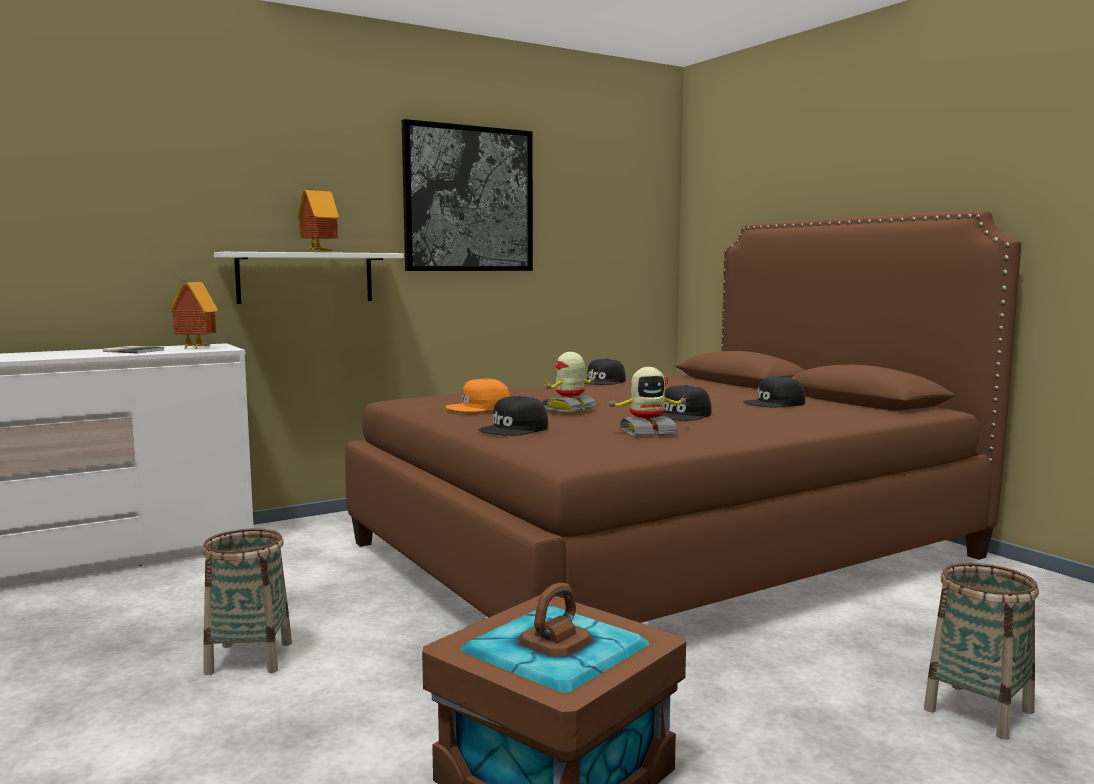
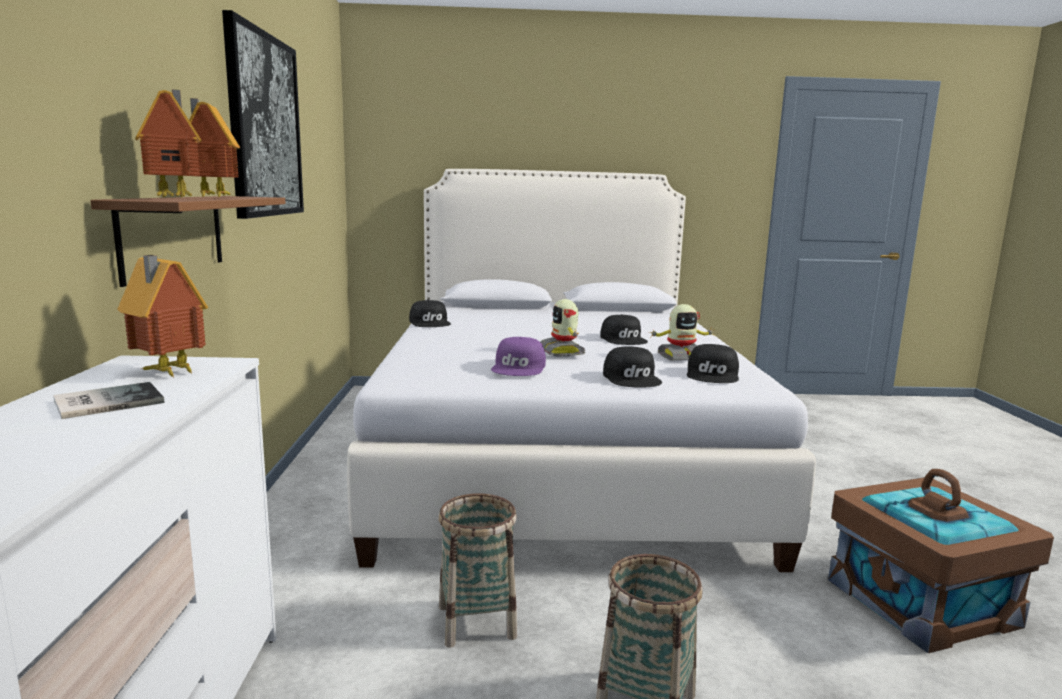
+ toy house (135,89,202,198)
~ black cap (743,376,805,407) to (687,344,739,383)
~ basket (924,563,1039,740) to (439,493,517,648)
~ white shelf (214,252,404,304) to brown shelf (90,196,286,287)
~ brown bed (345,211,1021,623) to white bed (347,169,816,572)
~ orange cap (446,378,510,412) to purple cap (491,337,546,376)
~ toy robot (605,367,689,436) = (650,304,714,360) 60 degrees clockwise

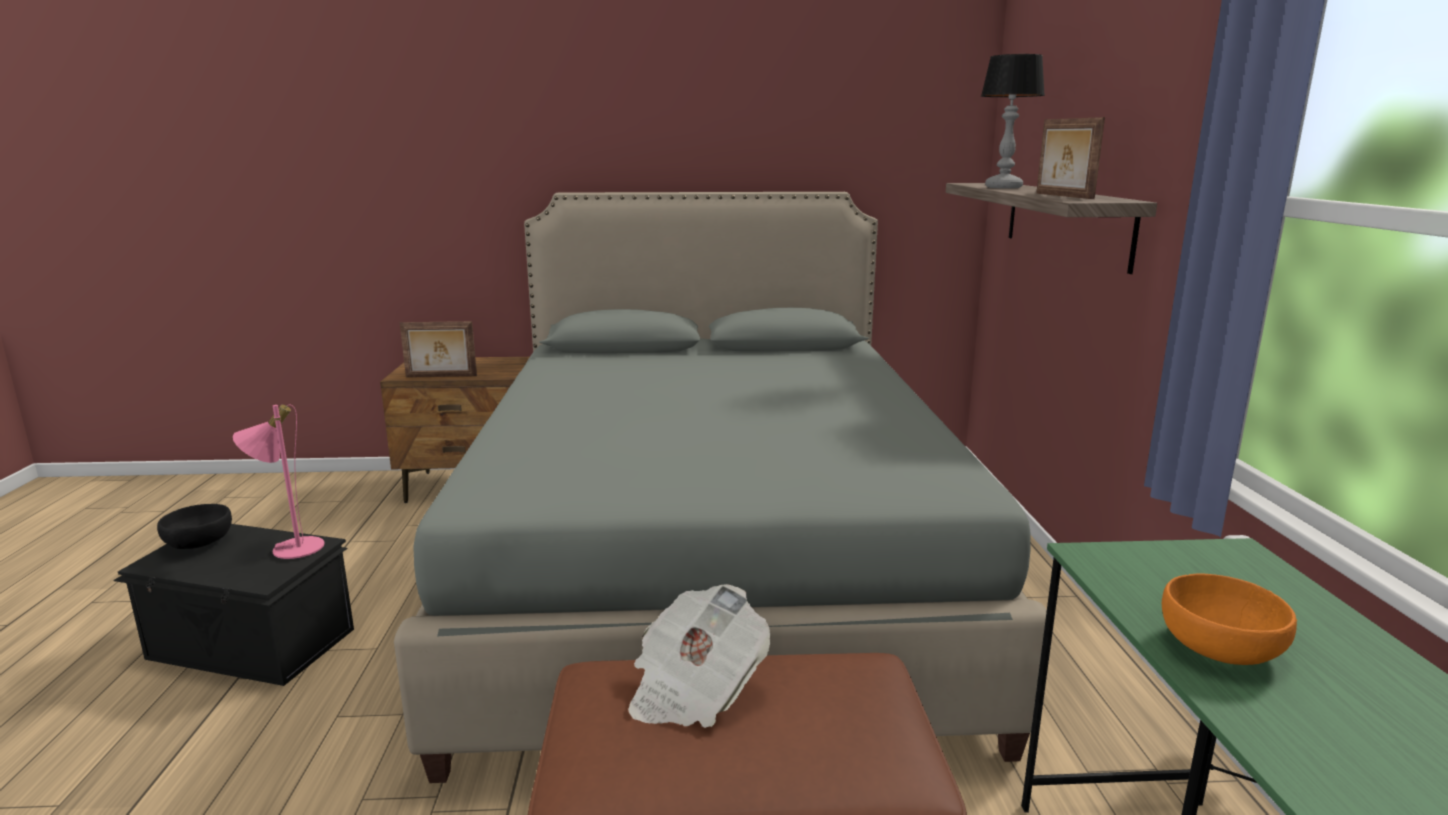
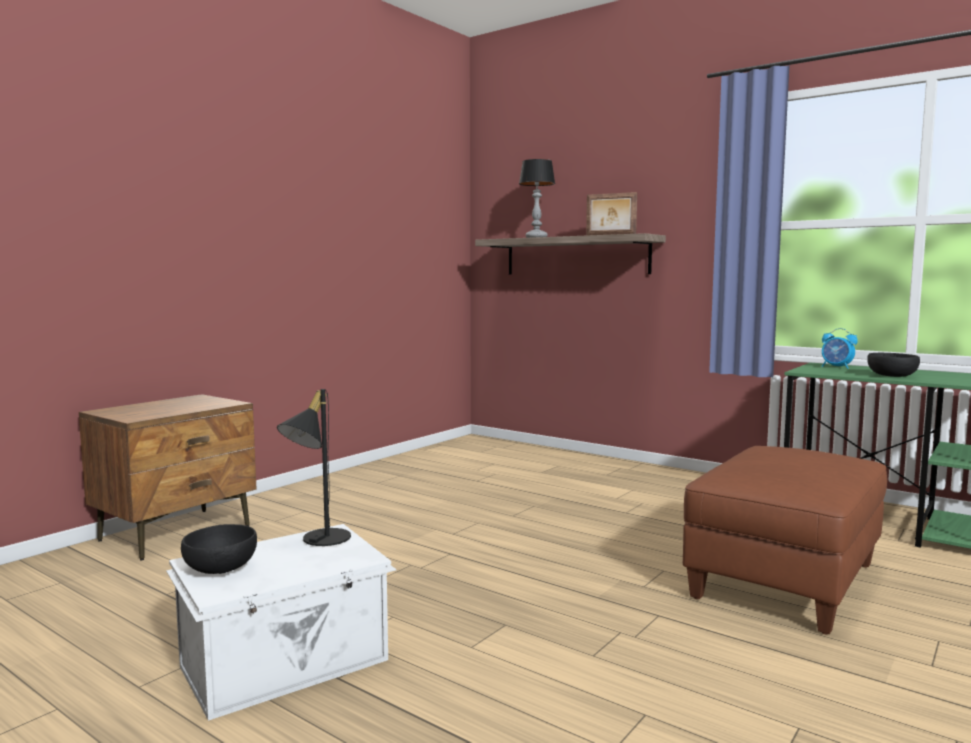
- grey bed (394,192,1047,783)
- picture frame (400,321,477,378)
- newspaper (628,584,770,728)
+ alarm clock (822,328,858,369)
~ black storage box (113,524,354,686) to white storage box (166,524,396,721)
~ pink table lamp (233,405,324,559) to black table lamp (277,389,351,546)
~ orange bowl (1162,574,1297,665) to black bowl (867,353,920,377)

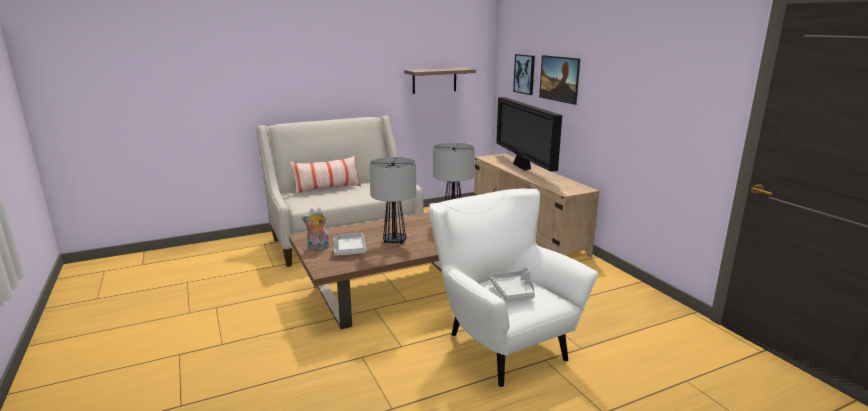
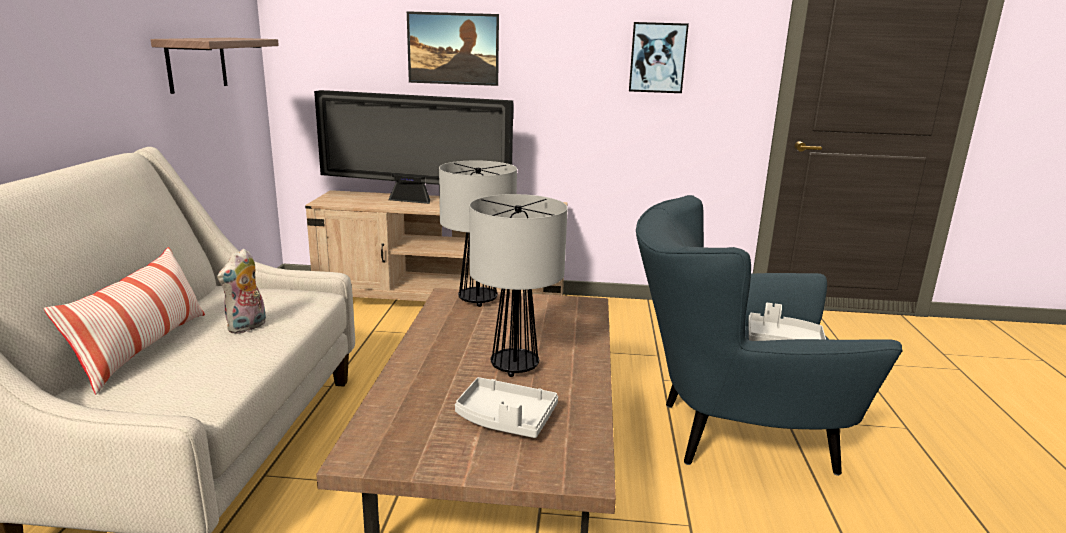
~ plush toy (301,207,330,250) to (217,249,266,334)
~ picture (513,54,535,95) to (629,22,689,93)
~ white armchair (429,188,598,388) to blue armchair (636,195,903,476)

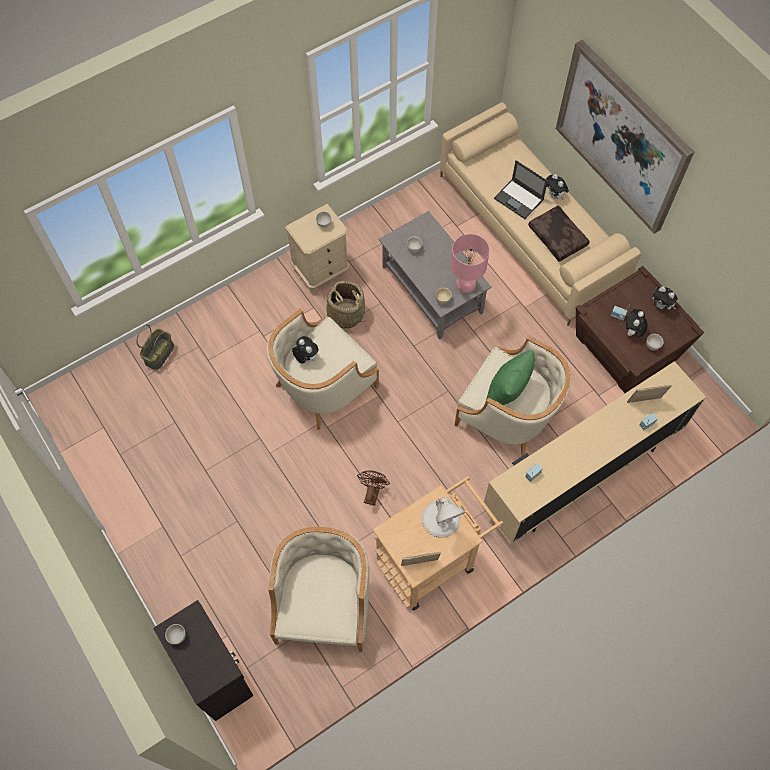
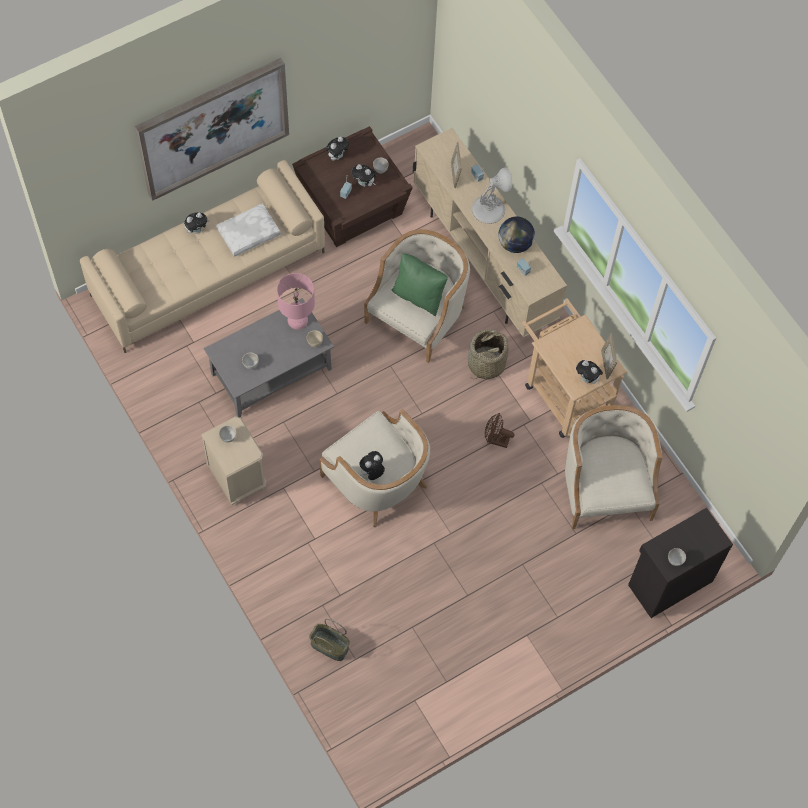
- laptop (494,160,548,219)
+ globe (498,217,535,253)
+ plush toy (576,360,603,384)
~ basket (323,281,365,328) to (468,329,508,379)
~ white table lamp (422,497,465,538) to (472,167,512,224)
~ brown pillow (528,205,590,262) to white pillow (216,203,281,257)
~ beige armchair (268,527,369,652) = (565,405,662,529) 75 degrees clockwise

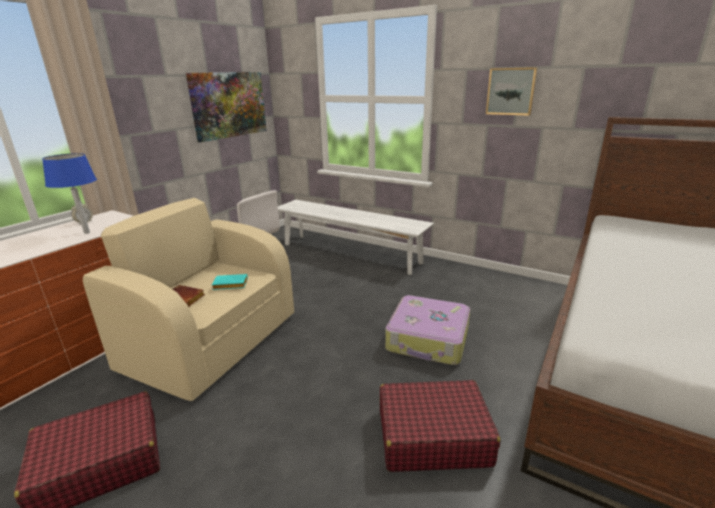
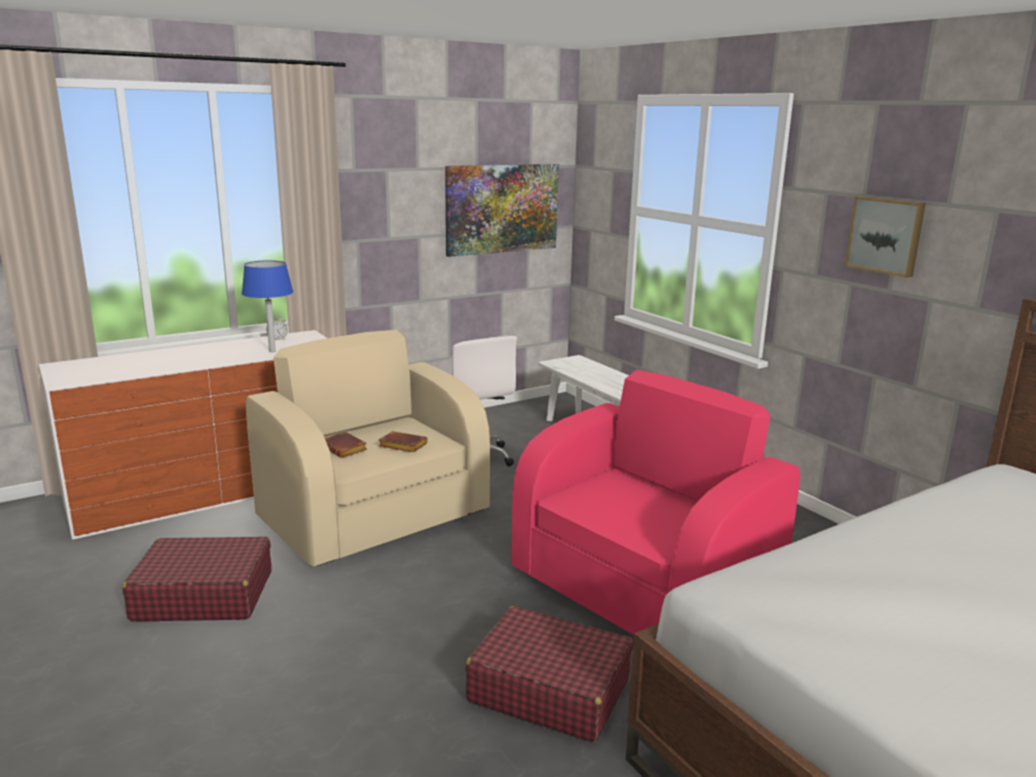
~ suitcase (385,295,470,365) to pink armchair (511,370,800,635)
~ turquoise book (212,274,248,290) to brown book (379,431,428,452)

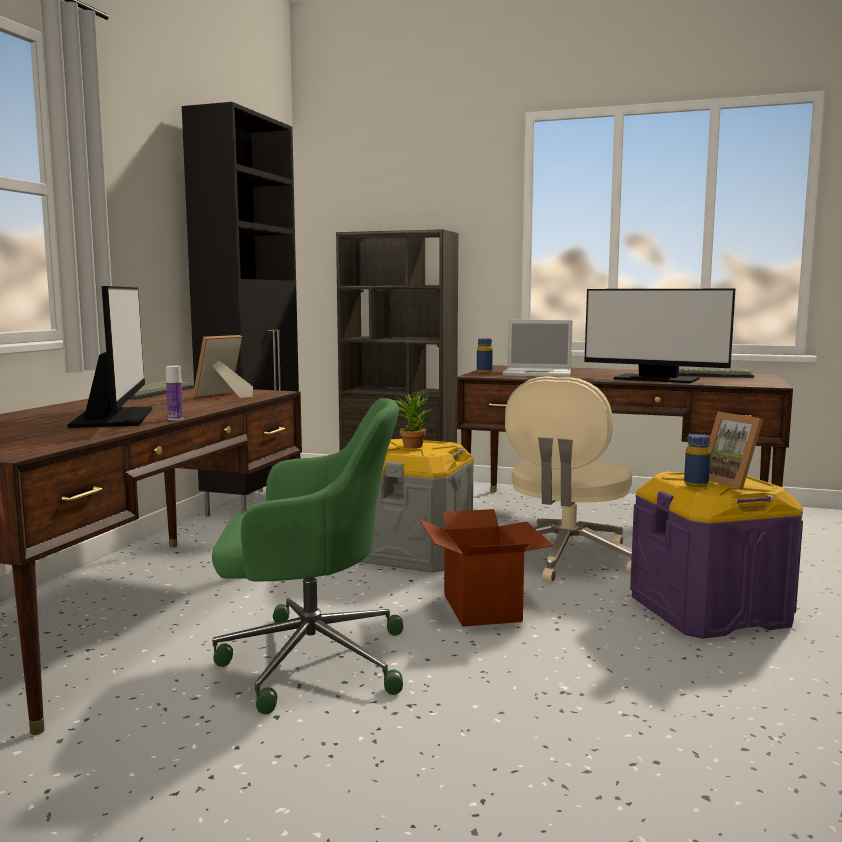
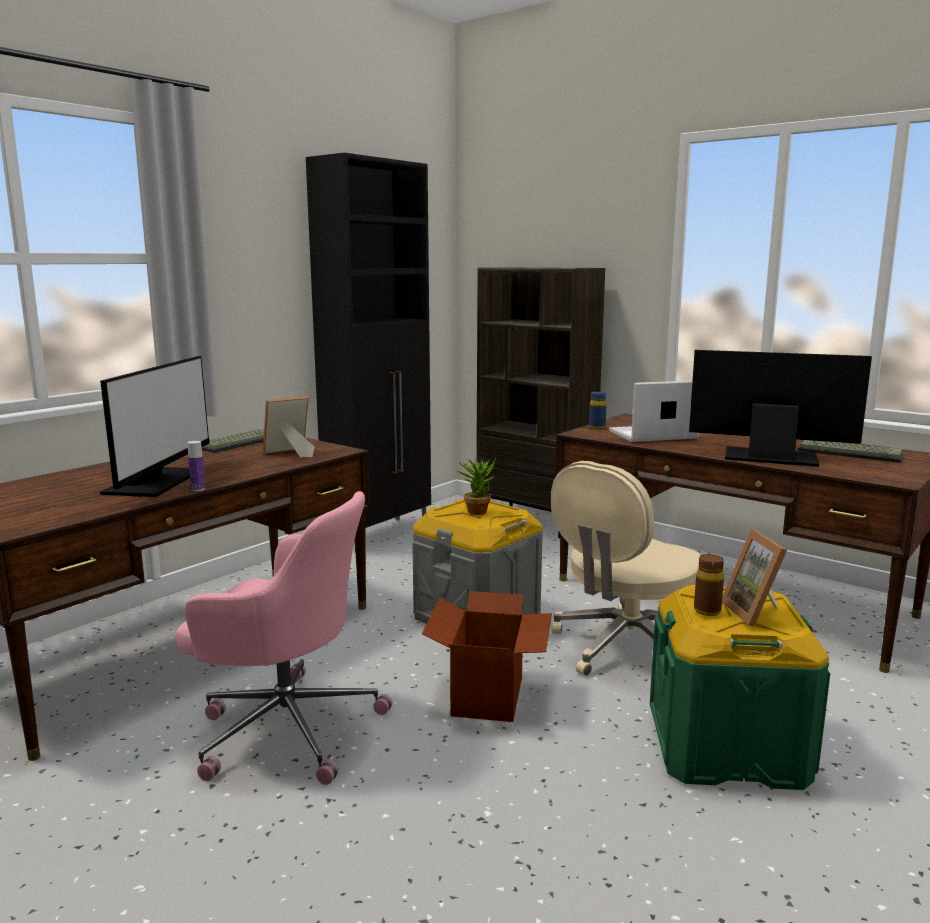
~ green office chair (212,398,403,714) to pink office chair (176,491,392,785)
~ purple storage box (630,471,803,639) to green storage box (650,585,830,790)
~ blue bottle (684,434,710,487) to brown bottle (694,554,724,616)
~ laptop (502,320,572,377) = (609,381,700,442) 135 degrees clockwise
~ monitor (584,289,735,383) = (689,350,872,467) 150 degrees clockwise

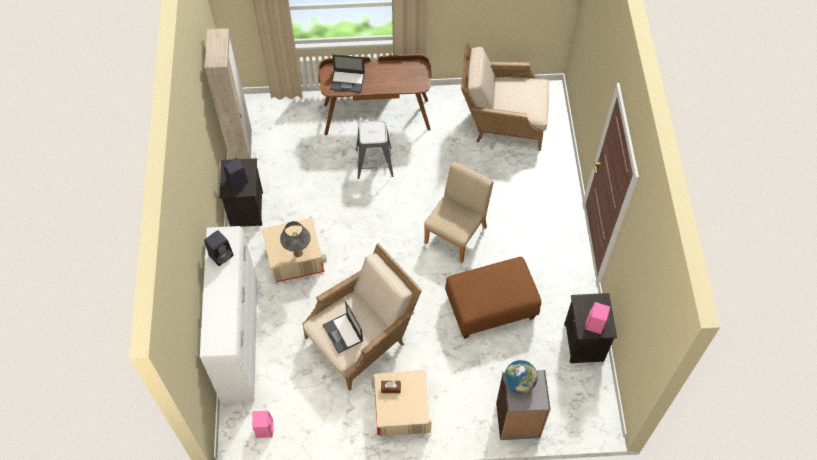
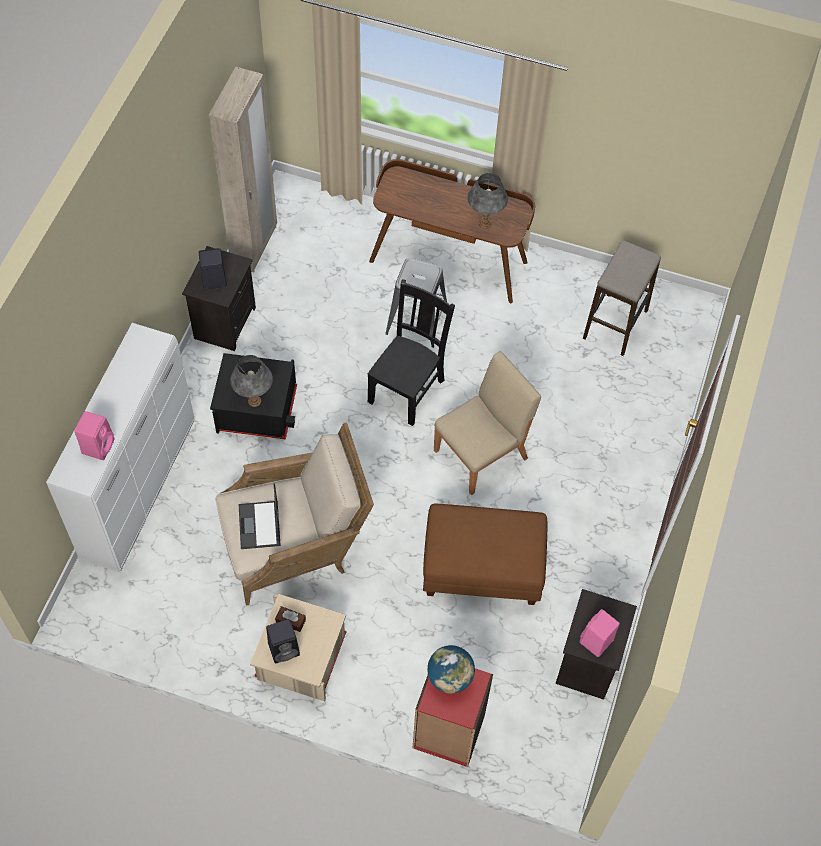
- laptop (330,54,365,93)
+ black chair (367,279,455,426)
+ grey table lamp (467,173,508,229)
~ black speaker (204,230,233,266) to (266,619,300,663)
~ pink speaker (252,411,273,438) to (74,411,114,460)
~ beige armchair (461,41,549,151) to stool (583,240,661,356)
~ beige storage box (262,216,327,284) to black storage box (210,353,297,440)
~ grey bookcase (496,370,551,440) to red bookcase (413,668,493,767)

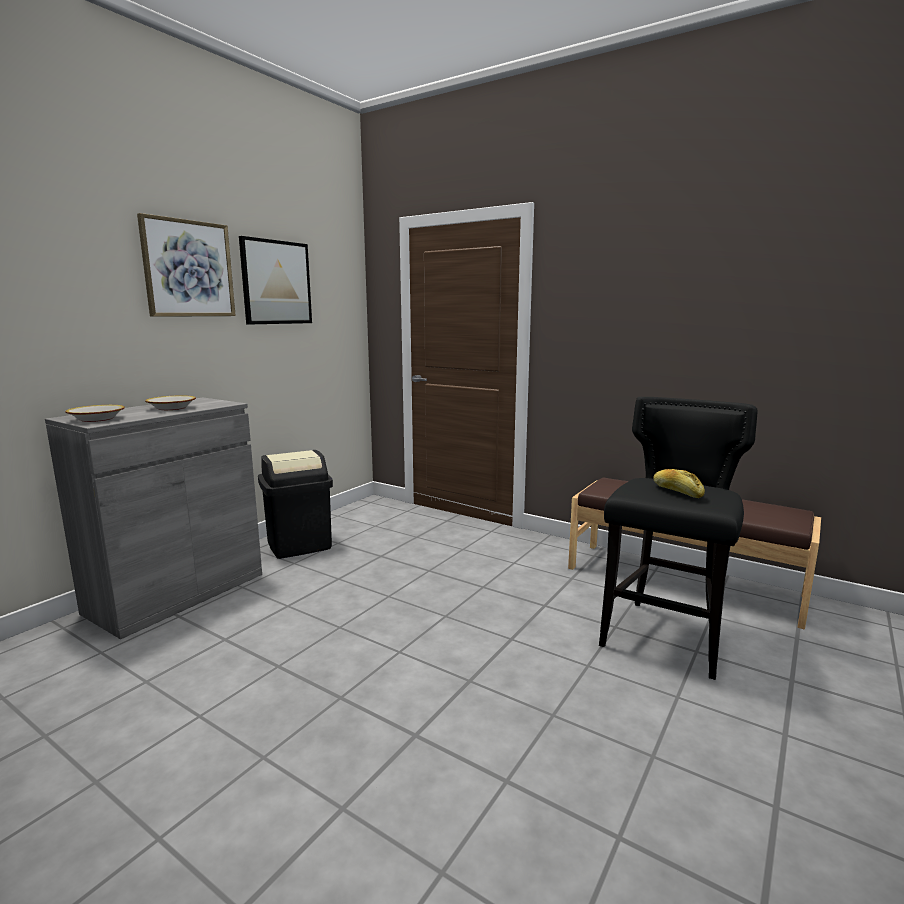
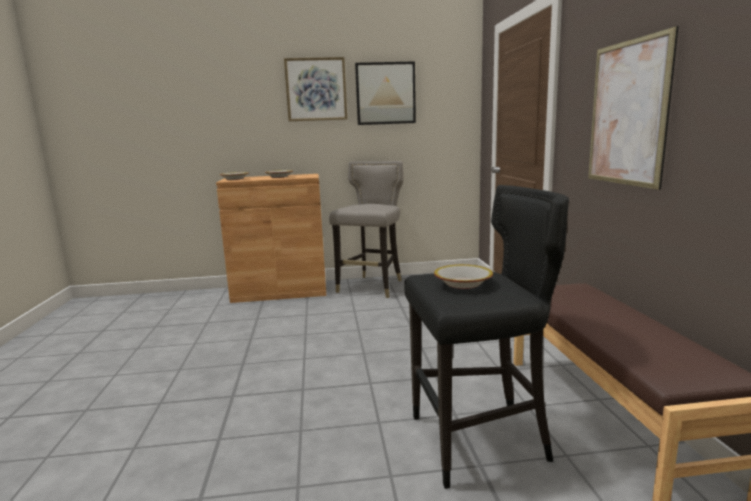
+ picture (588,26,679,190)
~ black trash can (258,450,333,559) to grey stool (329,161,404,298)
~ bread (653,469,705,498) to bowl (434,264,493,289)
~ grey cabinet (45,398,262,639) to brown cabinet (216,174,326,303)

